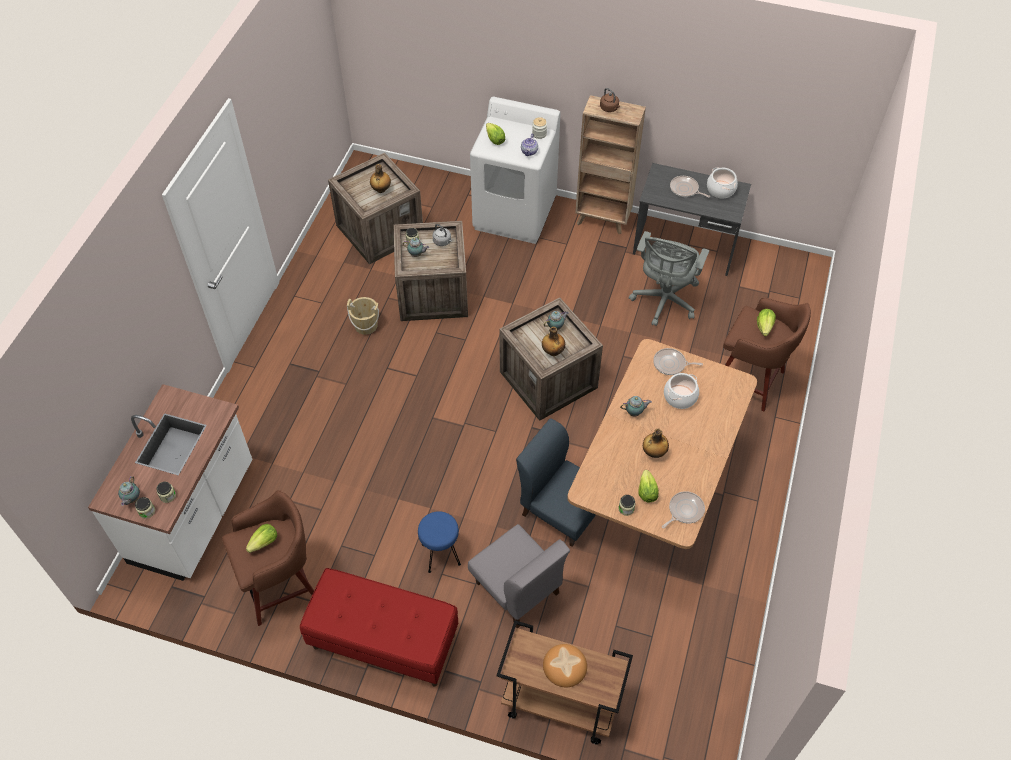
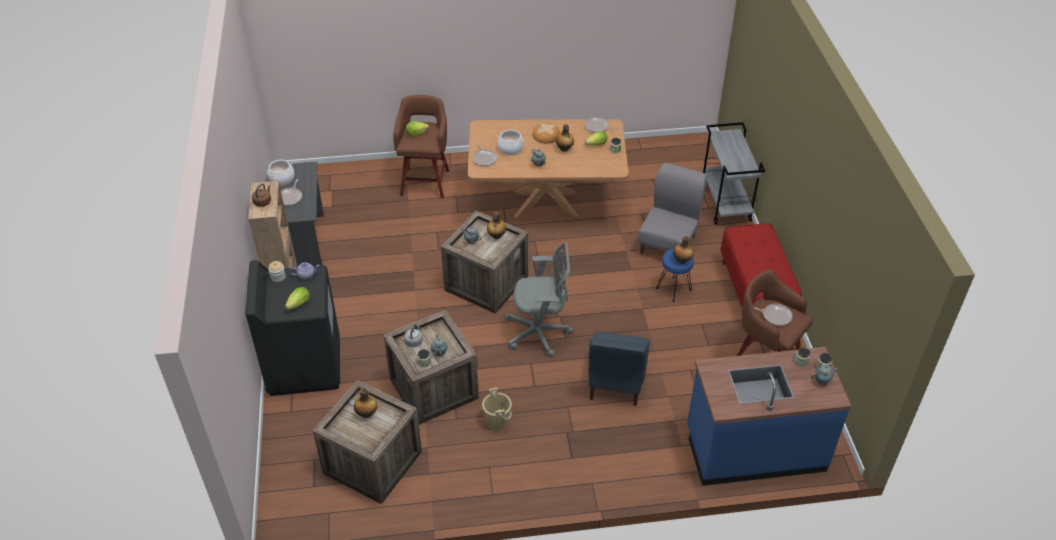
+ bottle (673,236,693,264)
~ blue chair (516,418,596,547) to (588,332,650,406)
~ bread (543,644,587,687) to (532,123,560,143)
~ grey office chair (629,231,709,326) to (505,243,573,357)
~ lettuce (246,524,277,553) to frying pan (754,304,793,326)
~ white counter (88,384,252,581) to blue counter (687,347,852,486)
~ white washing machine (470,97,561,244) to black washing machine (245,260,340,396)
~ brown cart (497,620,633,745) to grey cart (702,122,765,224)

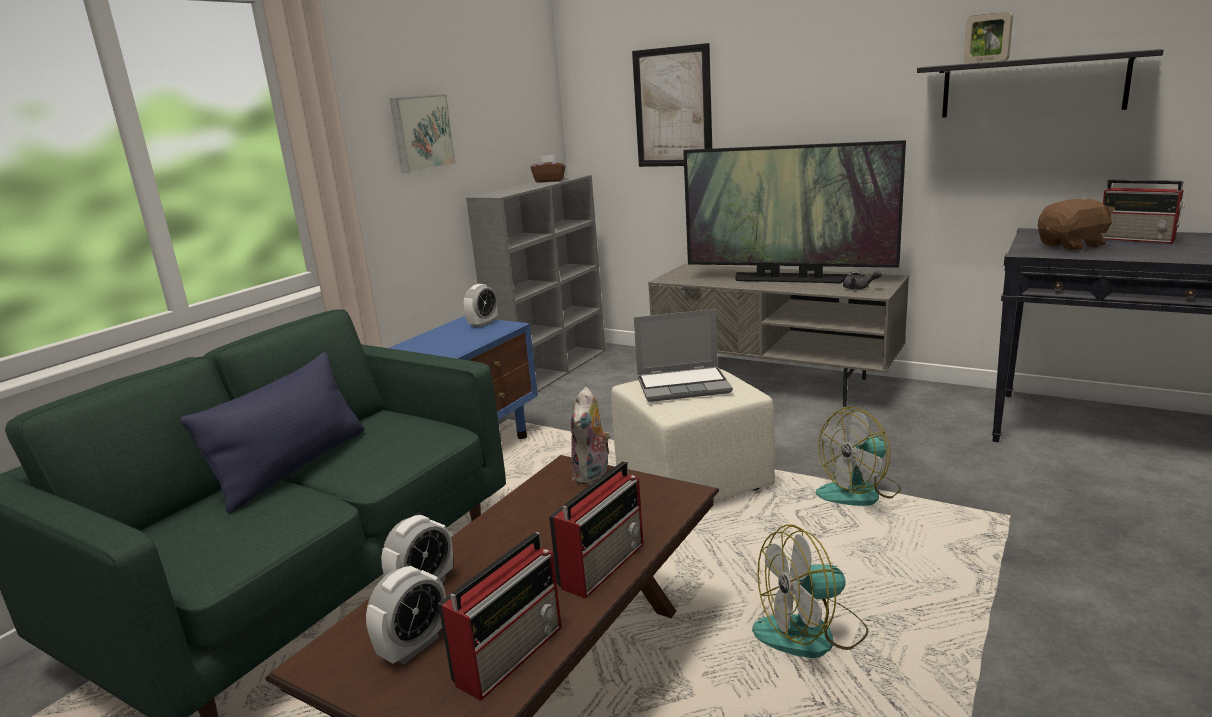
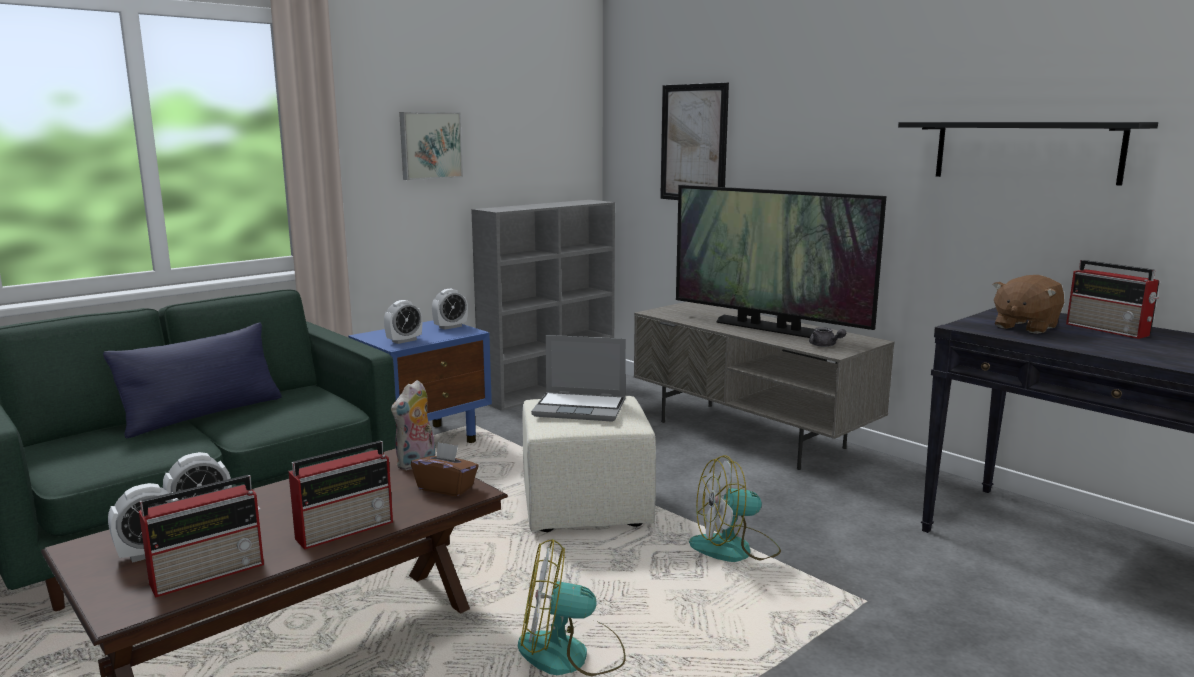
- picture frame (964,12,1013,63)
+ alarm clock (384,300,422,344)
~ brown tissue box (530,155,566,183) to (411,442,479,497)
~ brown plush toy (1038,199,1115,251) = (993,275,1064,334) 135 degrees clockwise

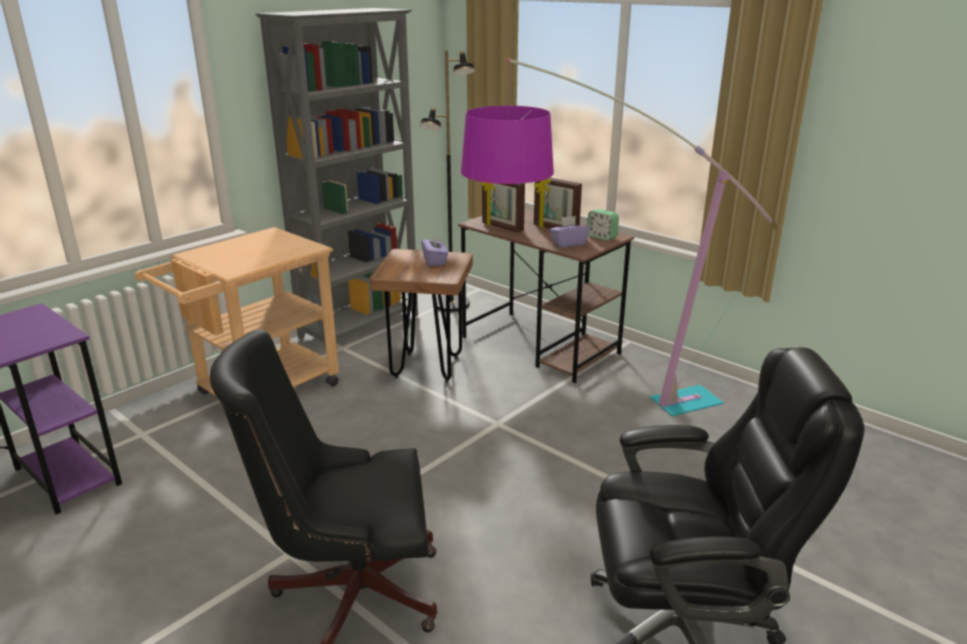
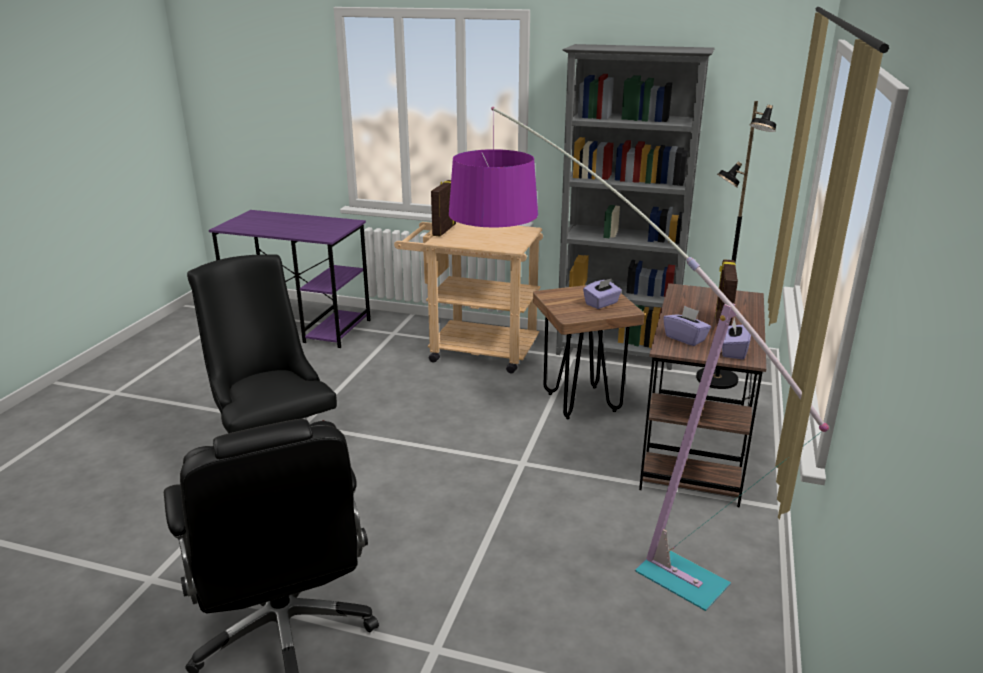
~ picture frame (481,182,525,233) to (431,180,456,237)
~ alarm clock (587,209,619,241) to purple tissue box (722,318,751,360)

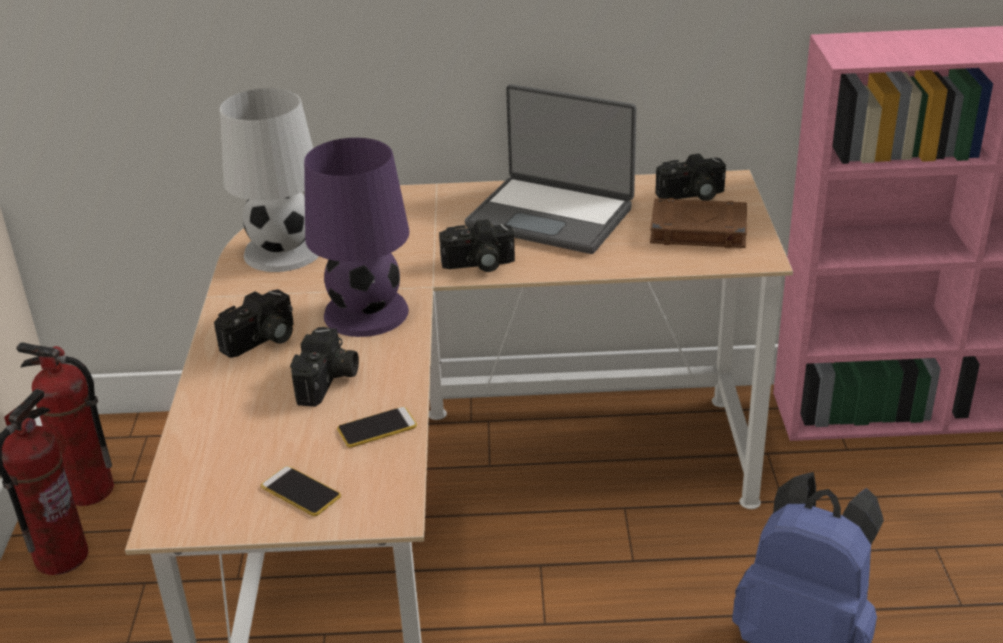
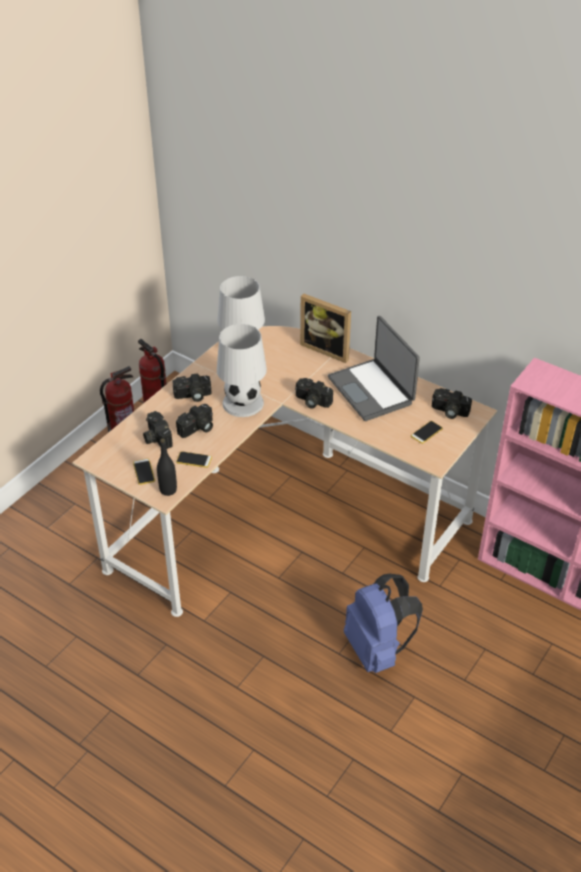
+ photo camera (143,411,173,449)
+ black bottle (157,439,177,496)
+ picture frame (300,294,351,363)
~ brown book (650,198,747,248) to phone (411,421,443,444)
~ purple table lamp (304,138,410,337) to white table lamp (217,324,267,417)

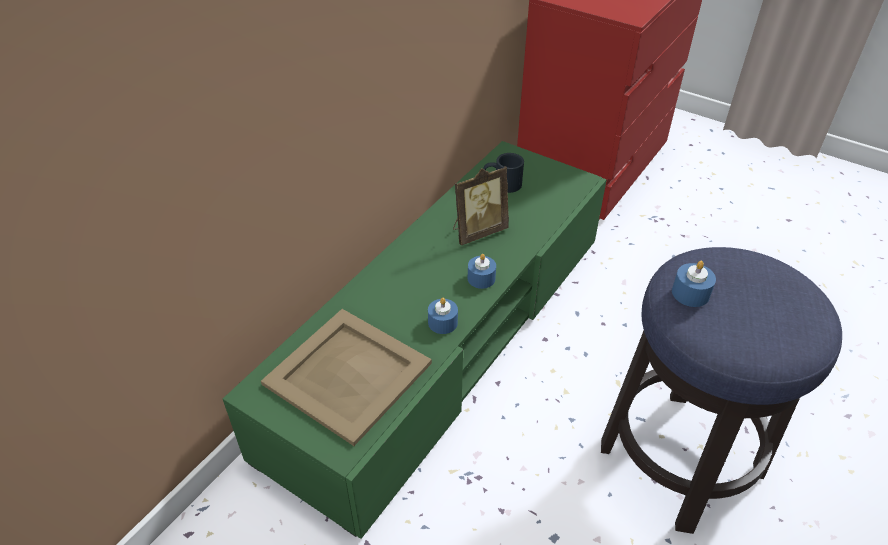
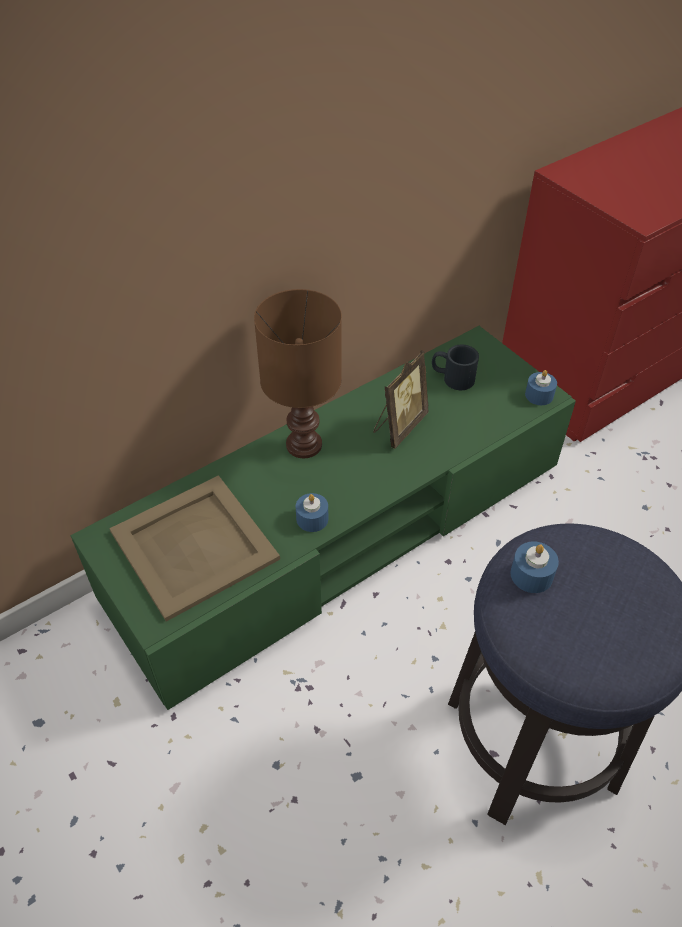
+ brown table lamp (254,289,342,458)
~ blue candle (468,254,496,289) to (525,370,557,405)
~ picture frame (453,166,509,245) = (373,350,429,449) 45 degrees counterclockwise

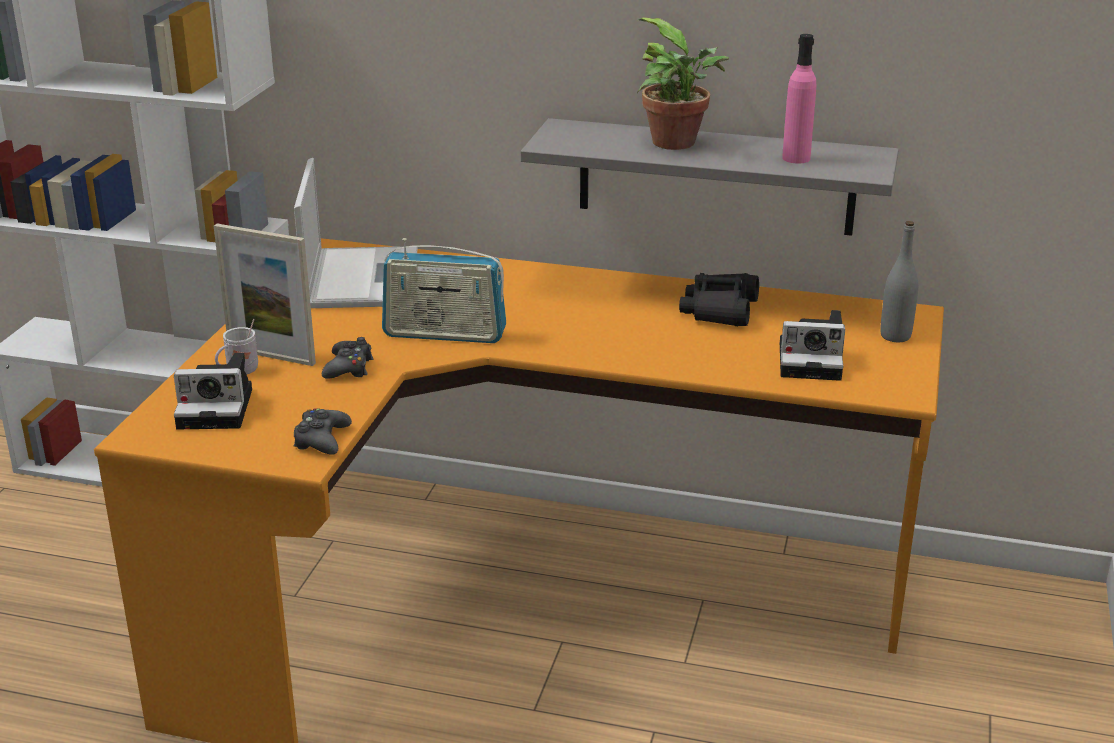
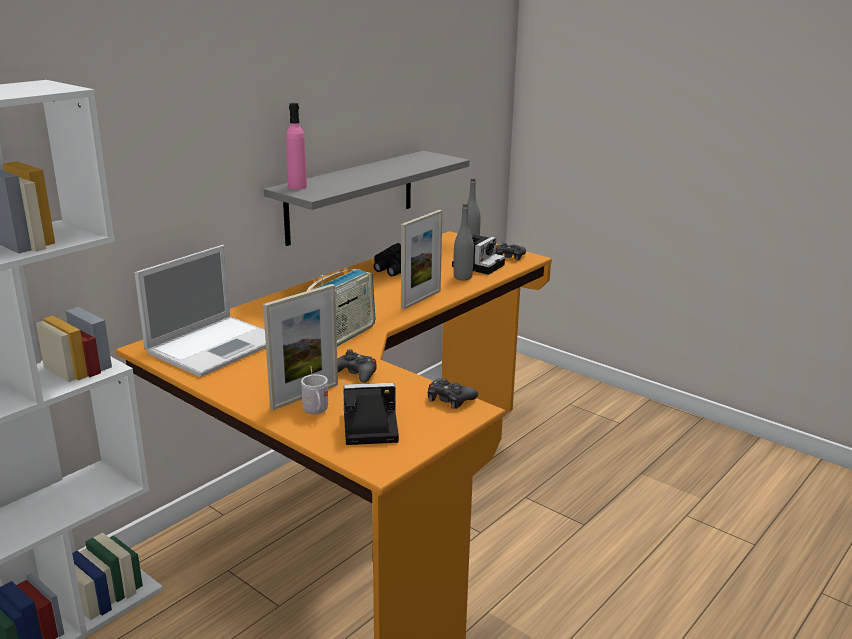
- potted plant (637,17,729,150)
+ picture frame (401,210,443,309)
+ grey bottle (453,204,474,280)
+ black game controller (496,243,526,261)
~ pink bottle (782,34,816,164) to (286,103,307,190)
~ photo camera (174,353,252,430) = (343,383,399,445) 120 degrees counterclockwise
~ laptop (294,158,418,308) = (135,245,266,377) 105 degrees clockwise

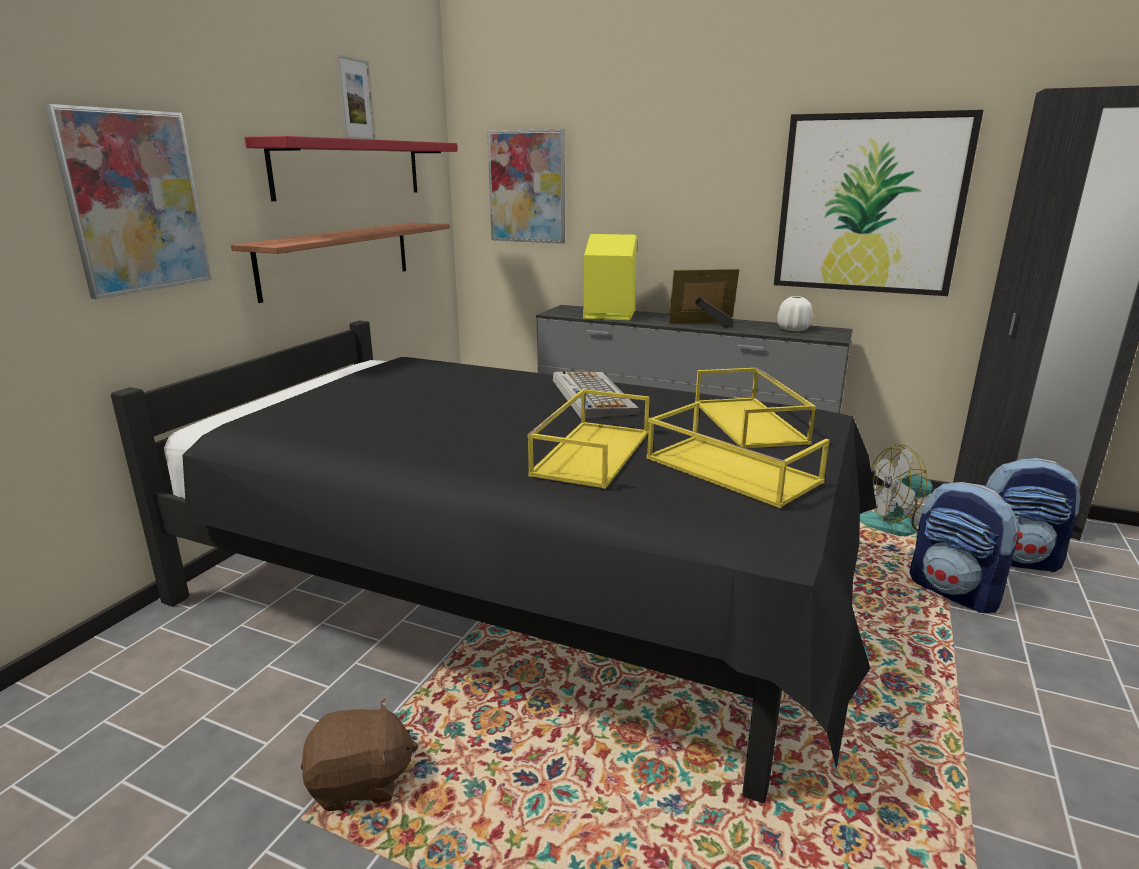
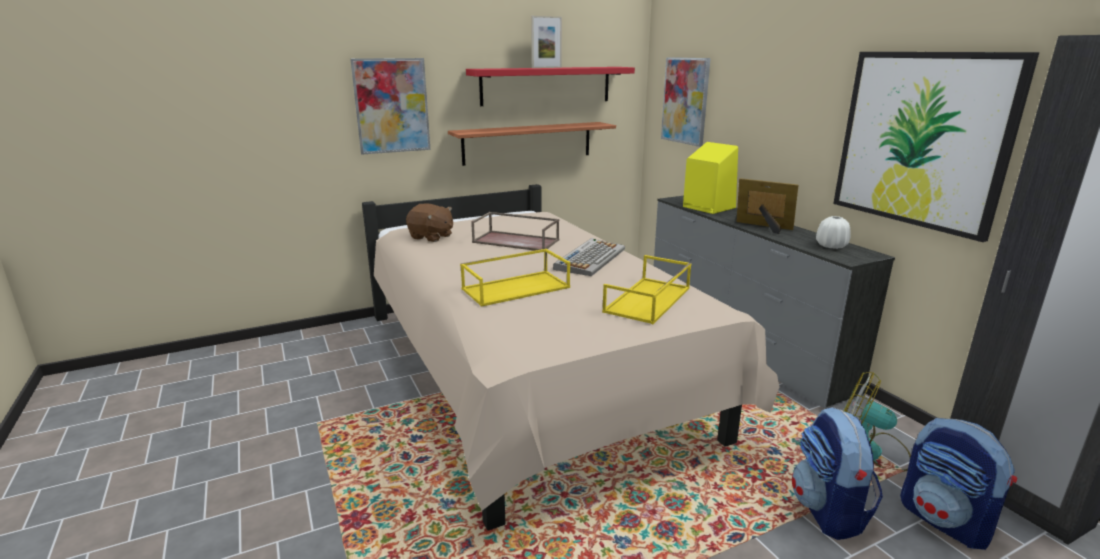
- yellow tray (646,402,830,508)
+ brown tray (471,212,559,251)
~ brown plush toy (301,699,418,811) to (406,204,453,242)
~ black bed (111,320,877,803) to beige bed (362,184,779,530)

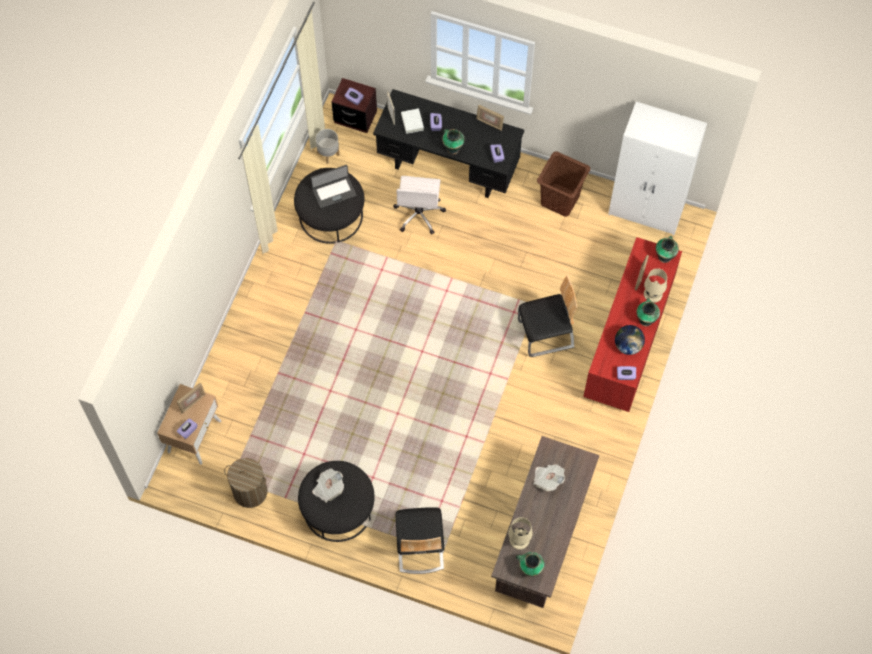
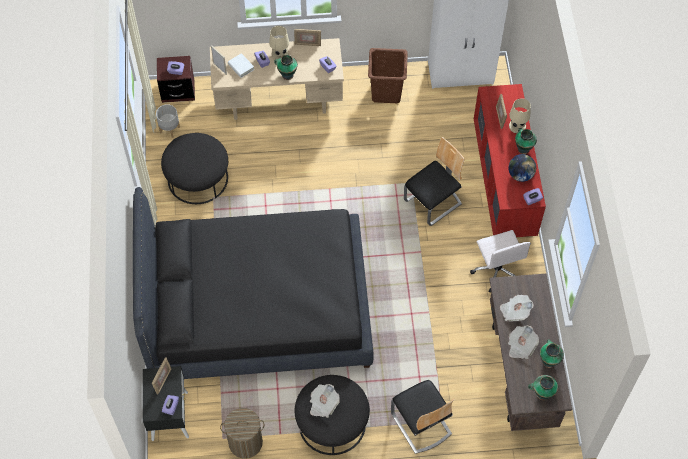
- laptop (311,165,357,208)
+ black bed (133,187,374,379)
+ newspaper (508,325,539,359)
~ white office chair (393,176,446,234) to (470,230,531,292)
~ beige table lamp (508,517,533,550) to (269,26,289,59)
~ vase (656,236,679,263) to (540,340,564,368)
~ beige nightstand (157,384,221,465) to black nightstand (143,366,189,441)
~ black desk (373,89,524,198) to beige desk (210,38,344,120)

